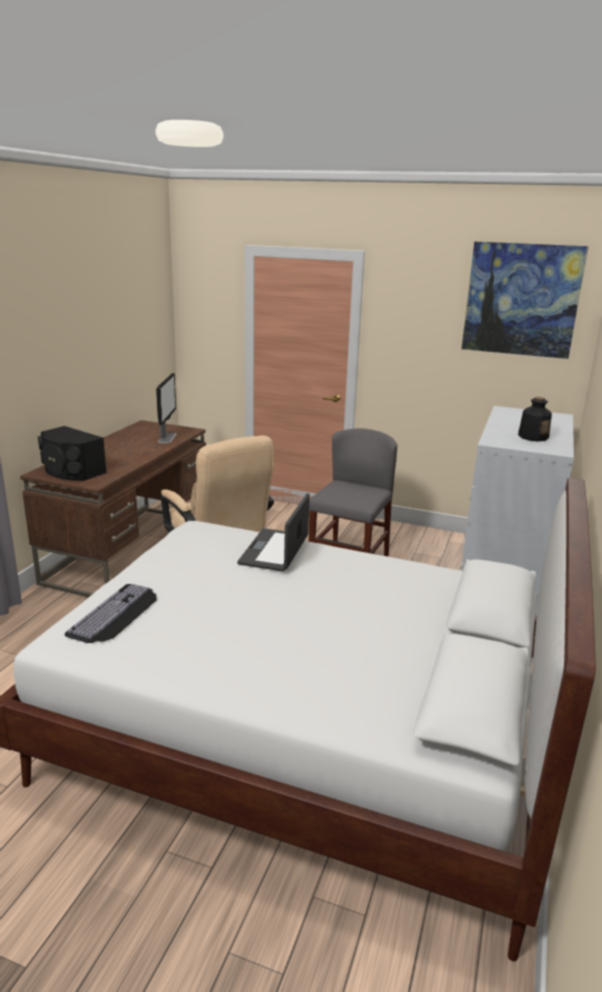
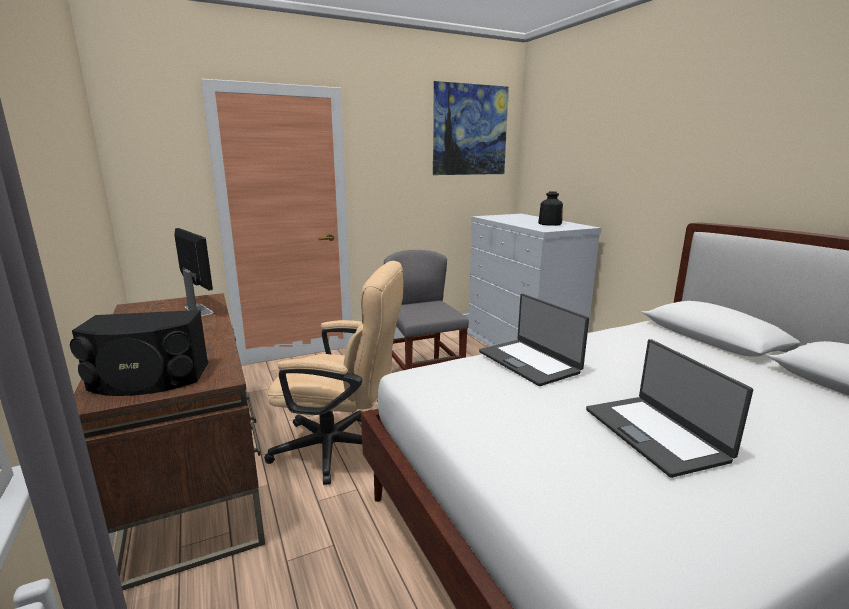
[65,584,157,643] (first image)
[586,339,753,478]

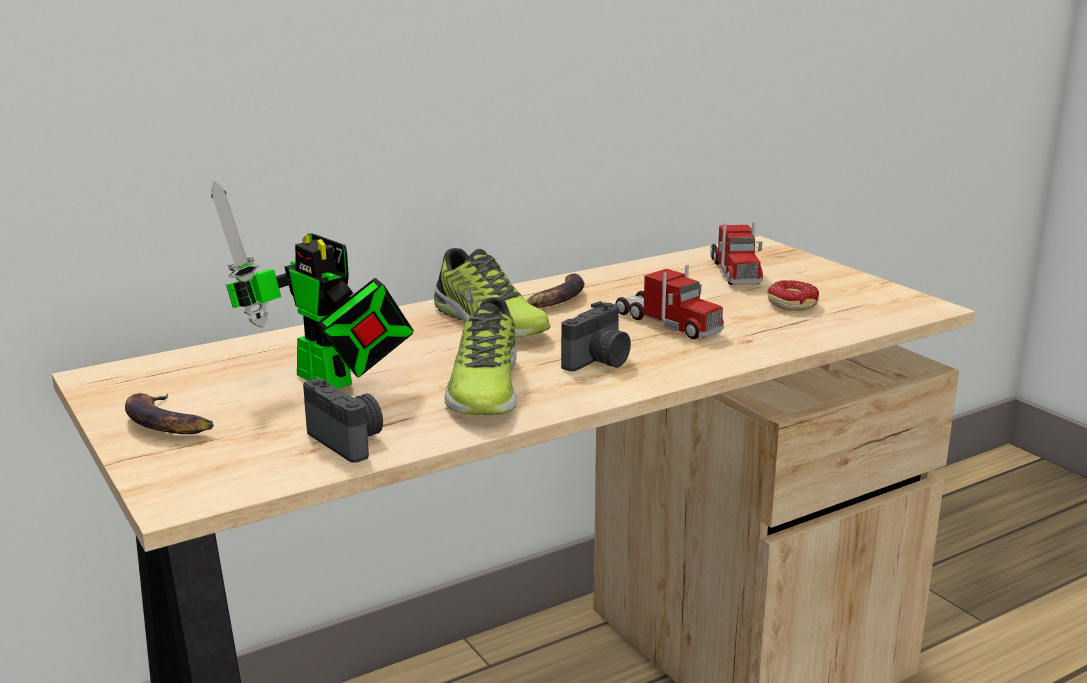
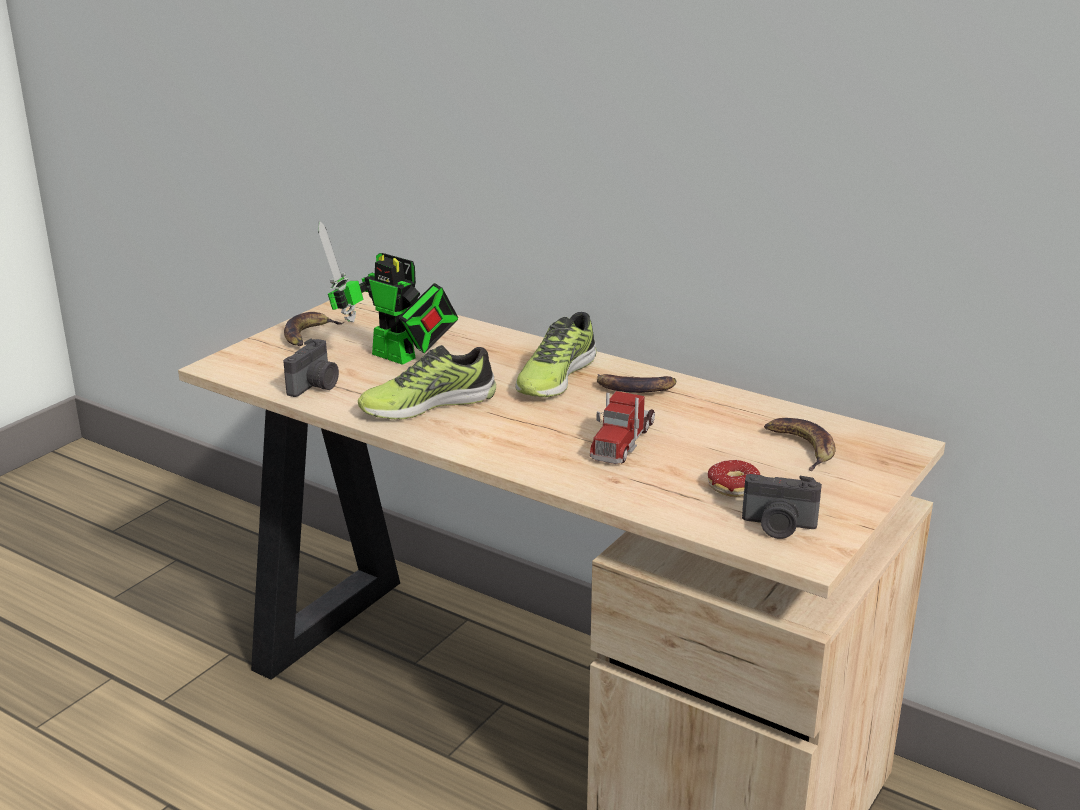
[318,221,458,365]
[742,474,822,539]
[764,418,835,471]

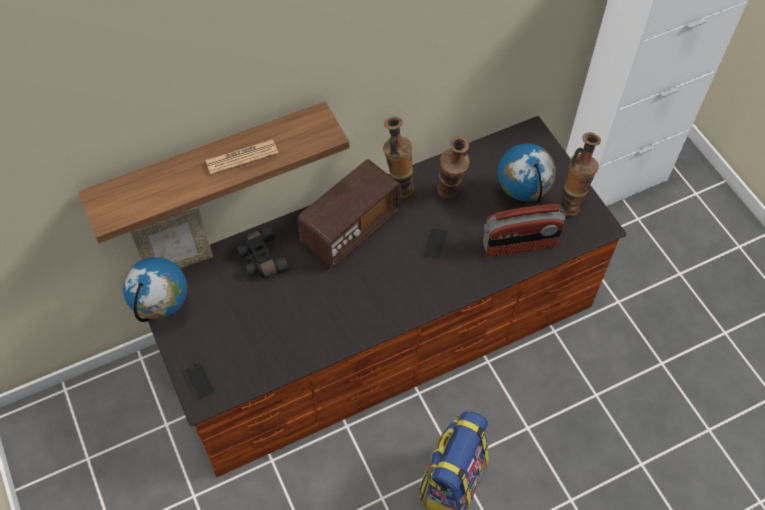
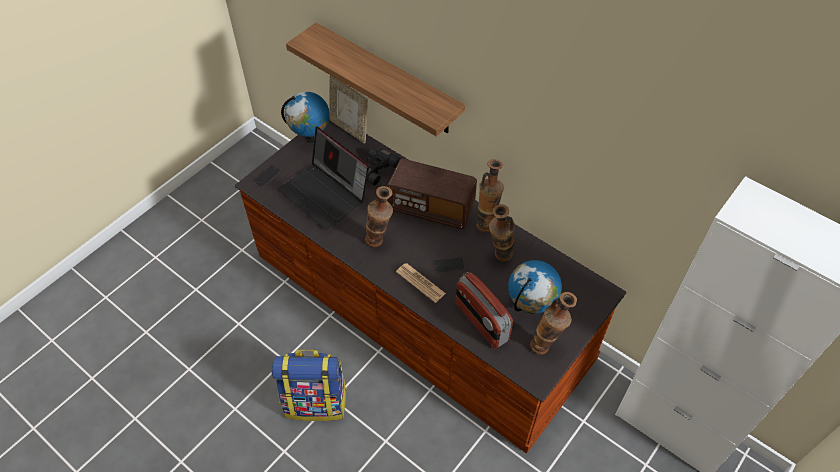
[396,263,446,303]
[277,126,369,231]
[365,186,393,247]

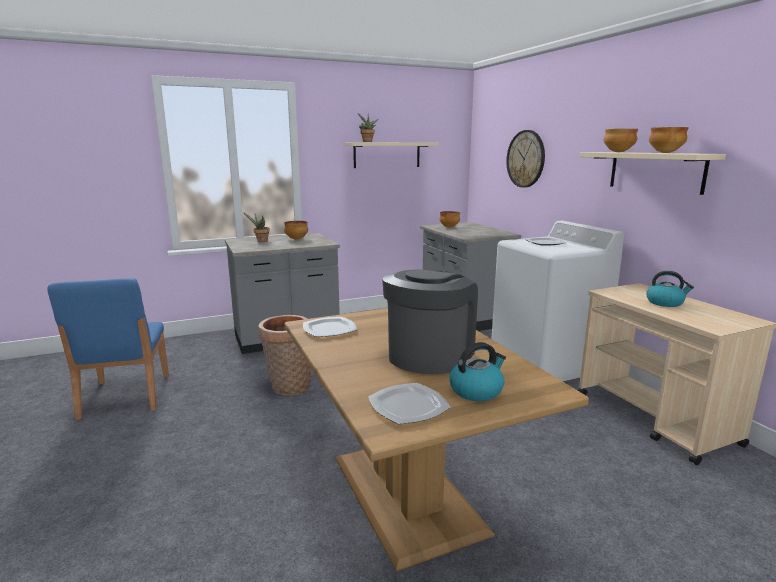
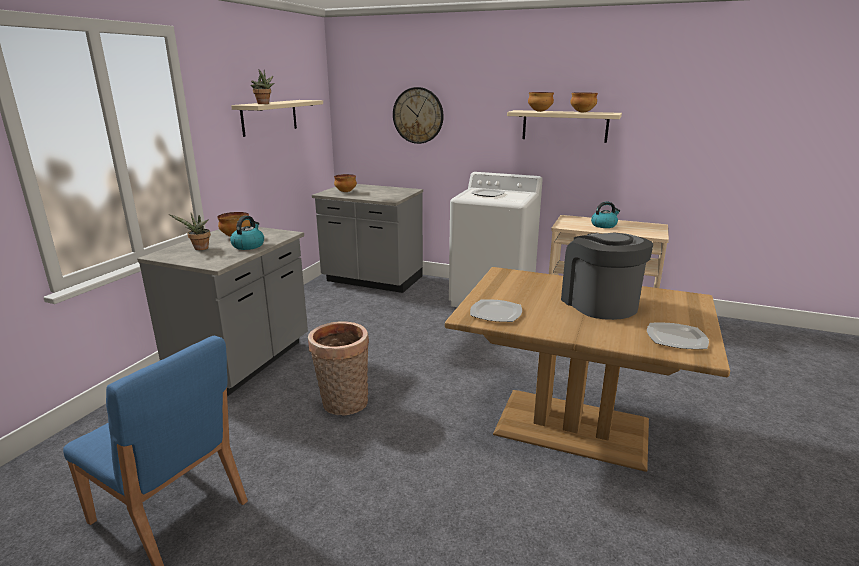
[230,216,264,250]

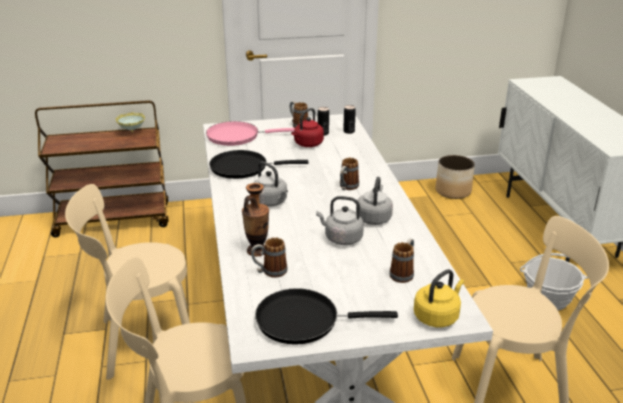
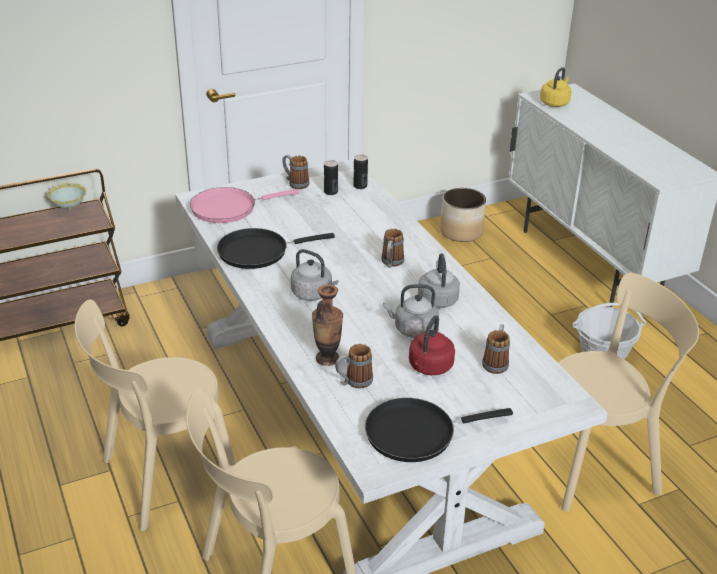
[409,315,455,375]
[540,67,572,107]

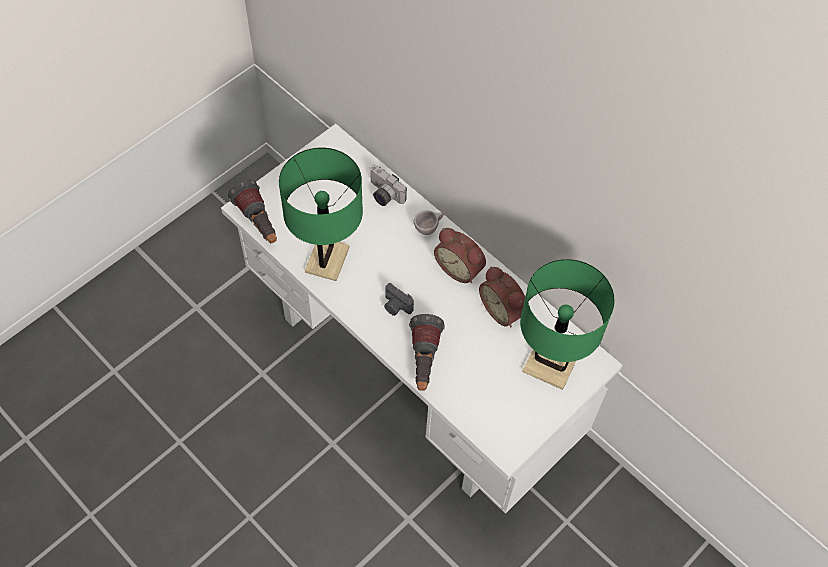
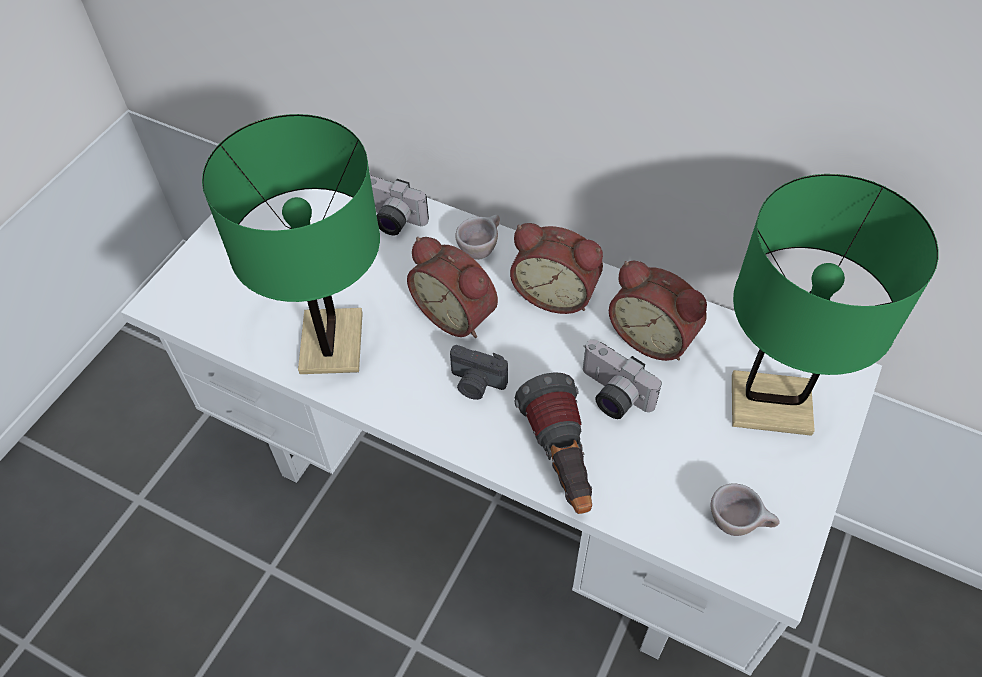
[228,179,277,243] (first image)
[407,237,498,338]
[583,339,662,419]
[710,483,780,536]

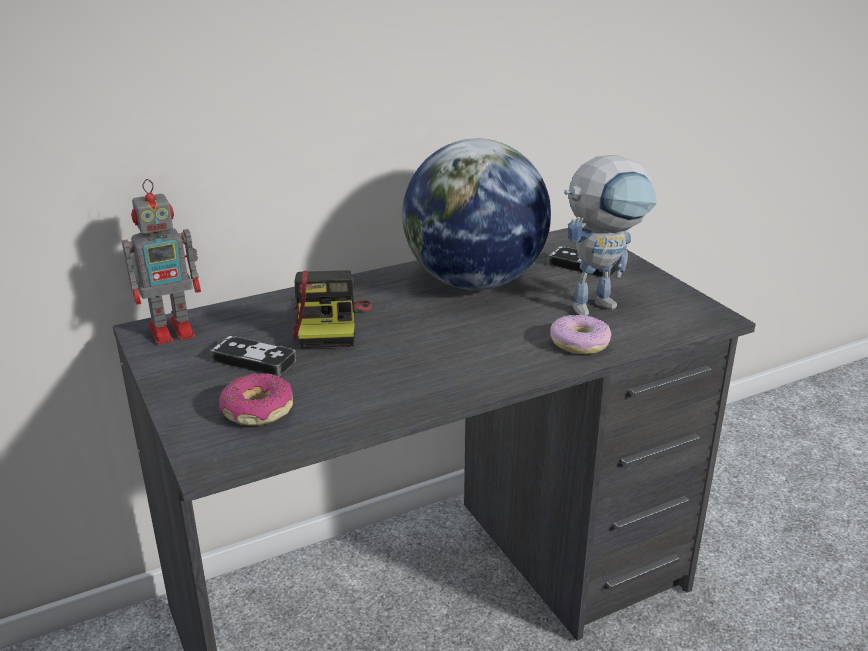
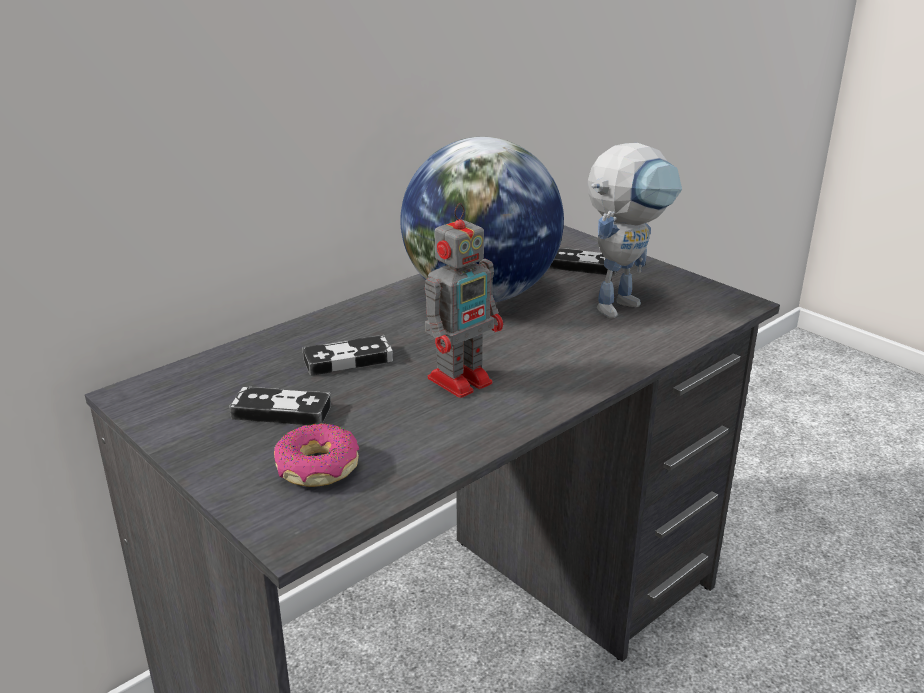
[425,203,503,398]
[302,334,393,376]
[550,315,611,354] (first image)

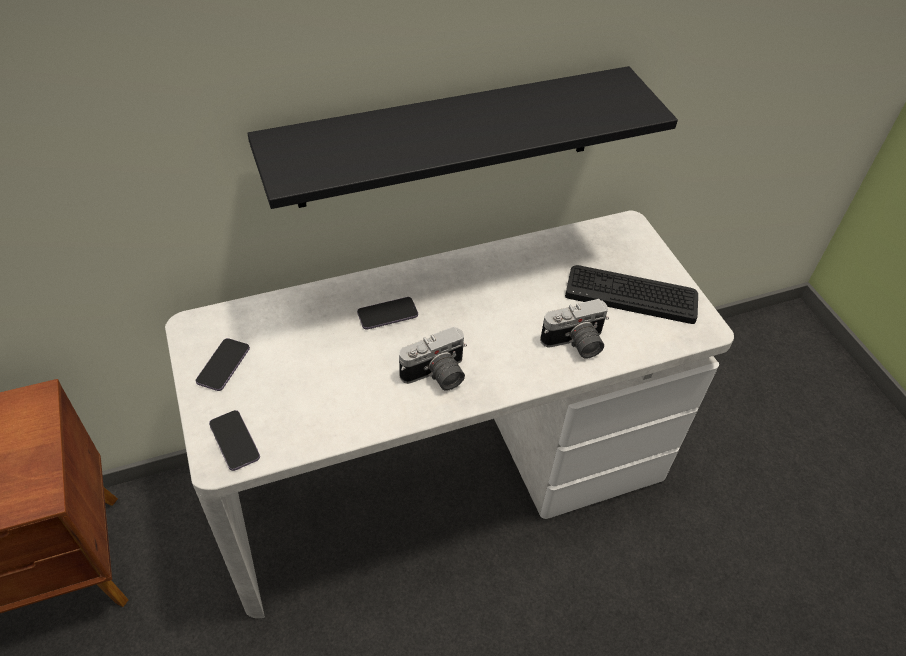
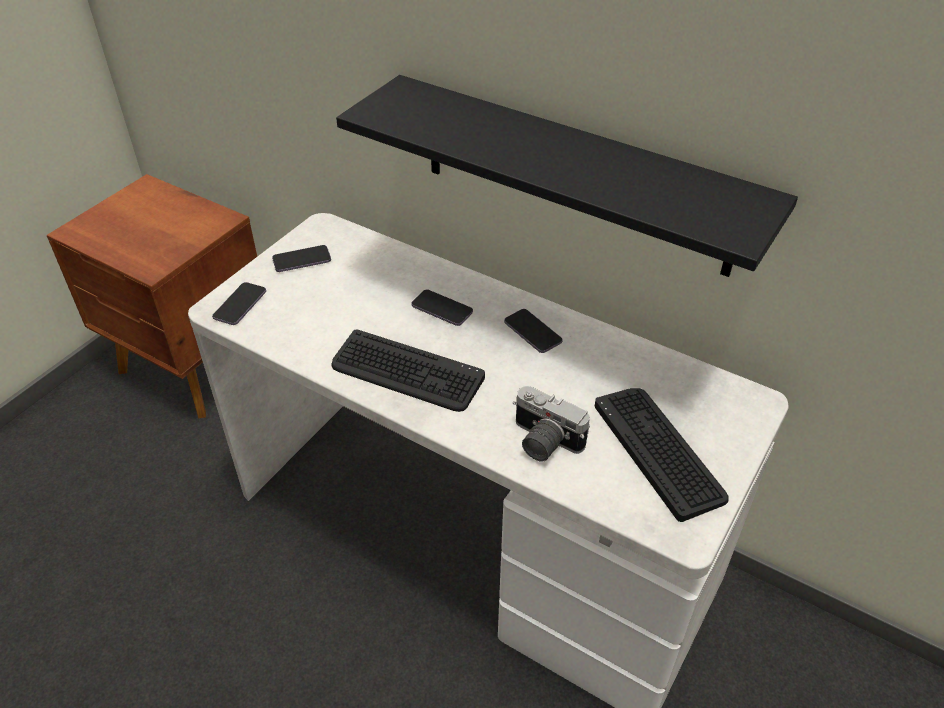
[331,329,485,412]
[504,309,563,353]

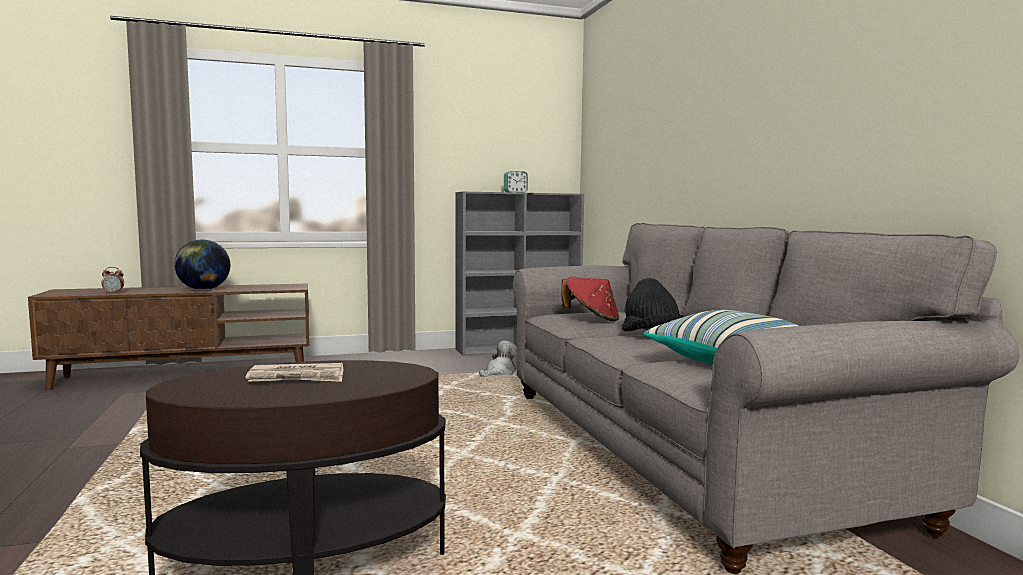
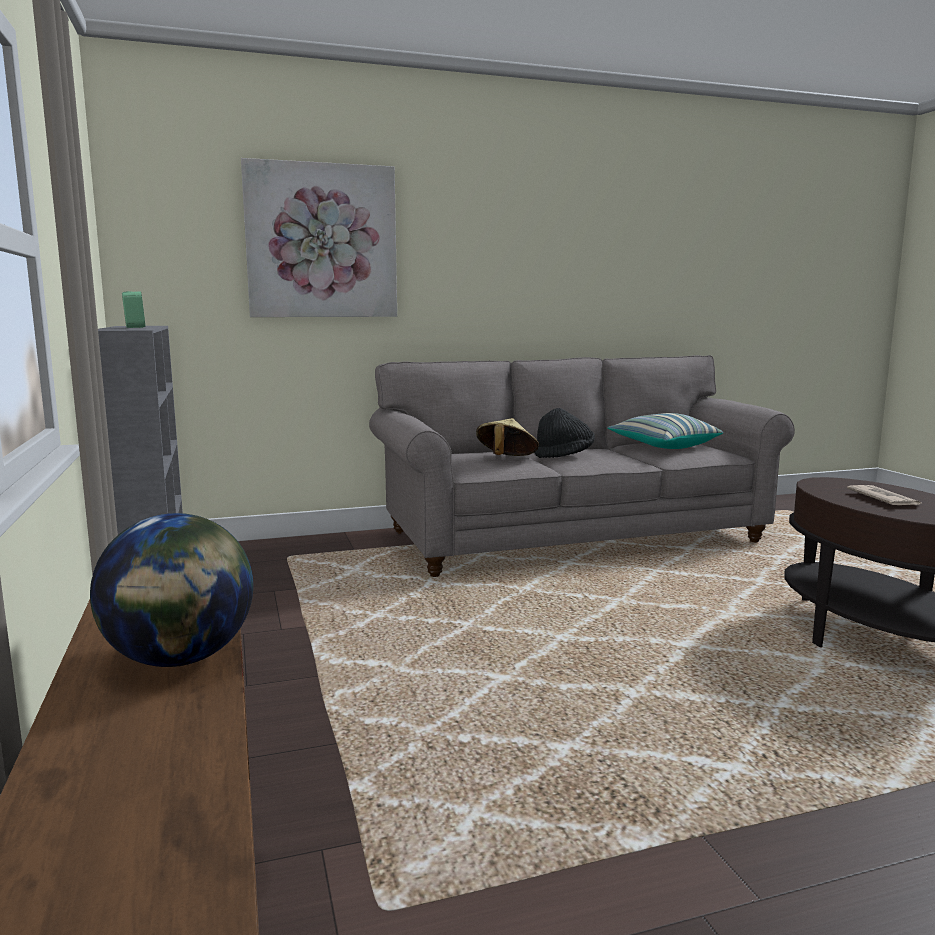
[101,267,124,294] (first image)
[479,341,517,377] (first image)
[476,418,539,456]
[241,158,397,317]

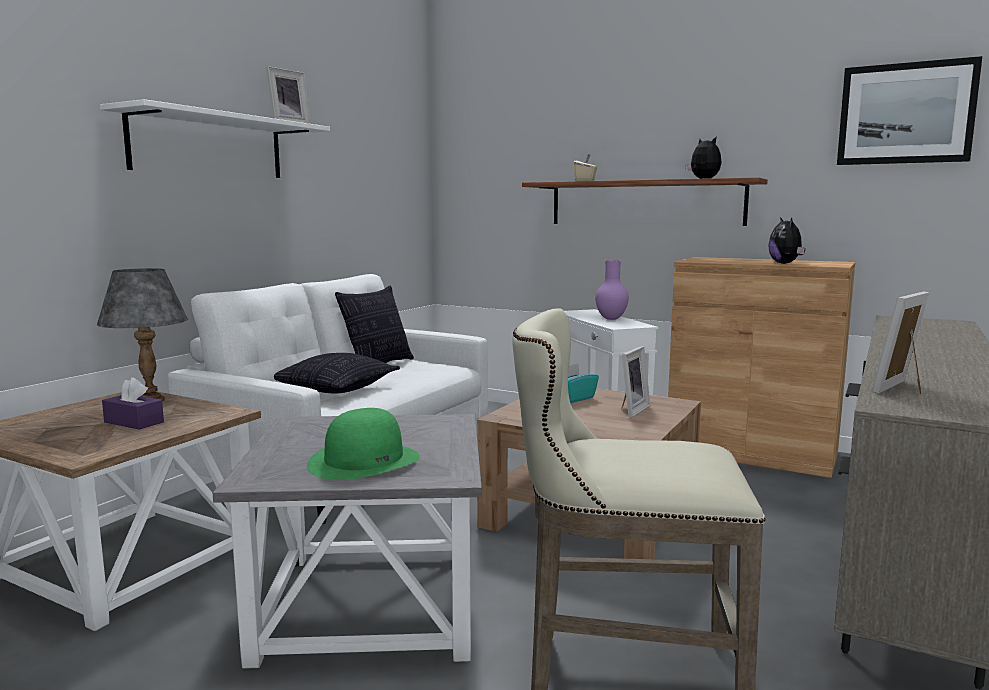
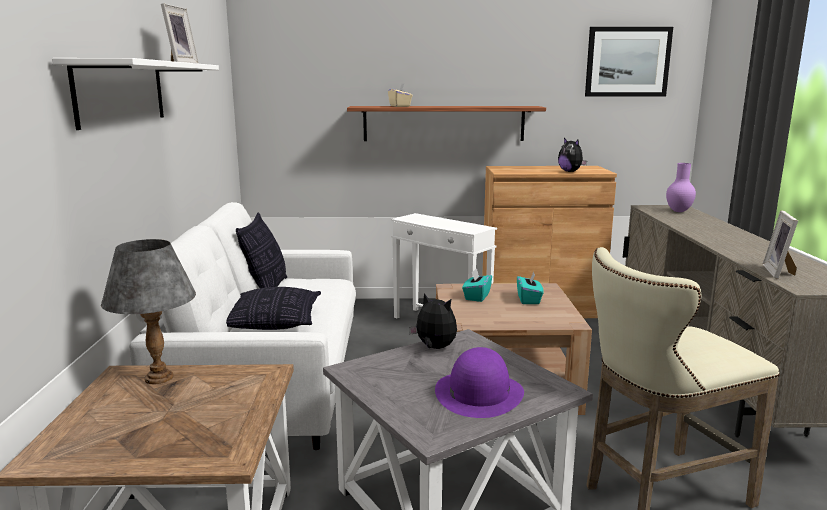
[102,377,164,430] (first image)
[435,347,524,418]
[666,163,696,212]
[517,272,544,304]
[409,293,457,349]

